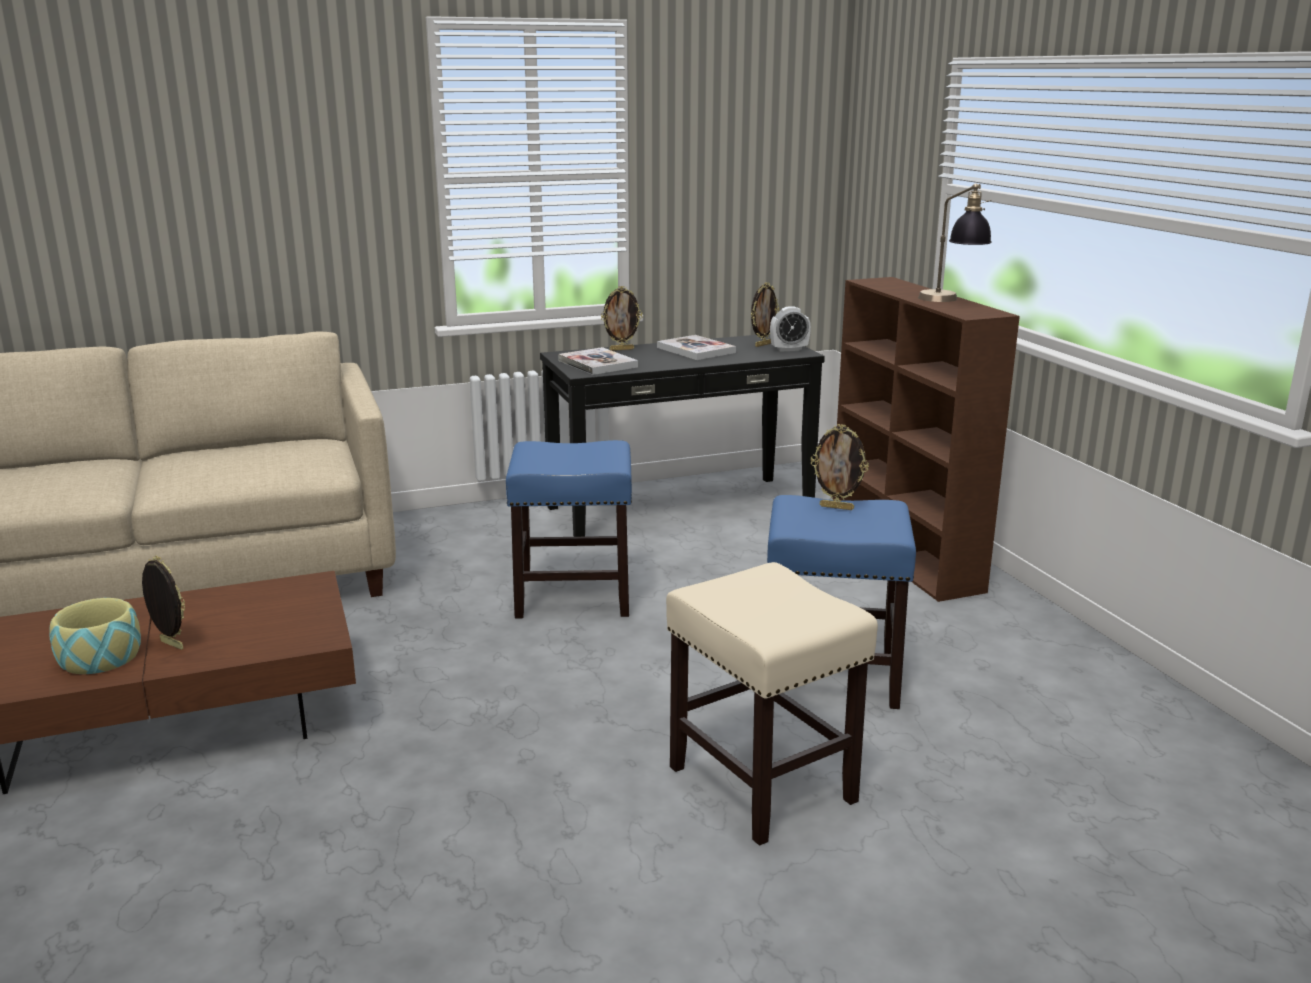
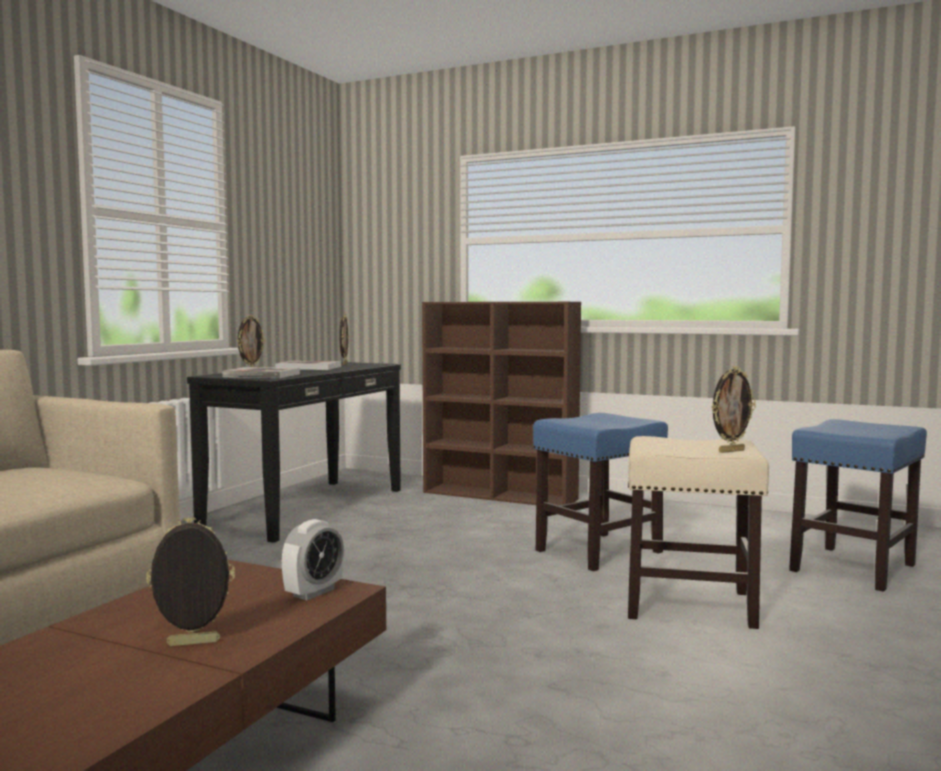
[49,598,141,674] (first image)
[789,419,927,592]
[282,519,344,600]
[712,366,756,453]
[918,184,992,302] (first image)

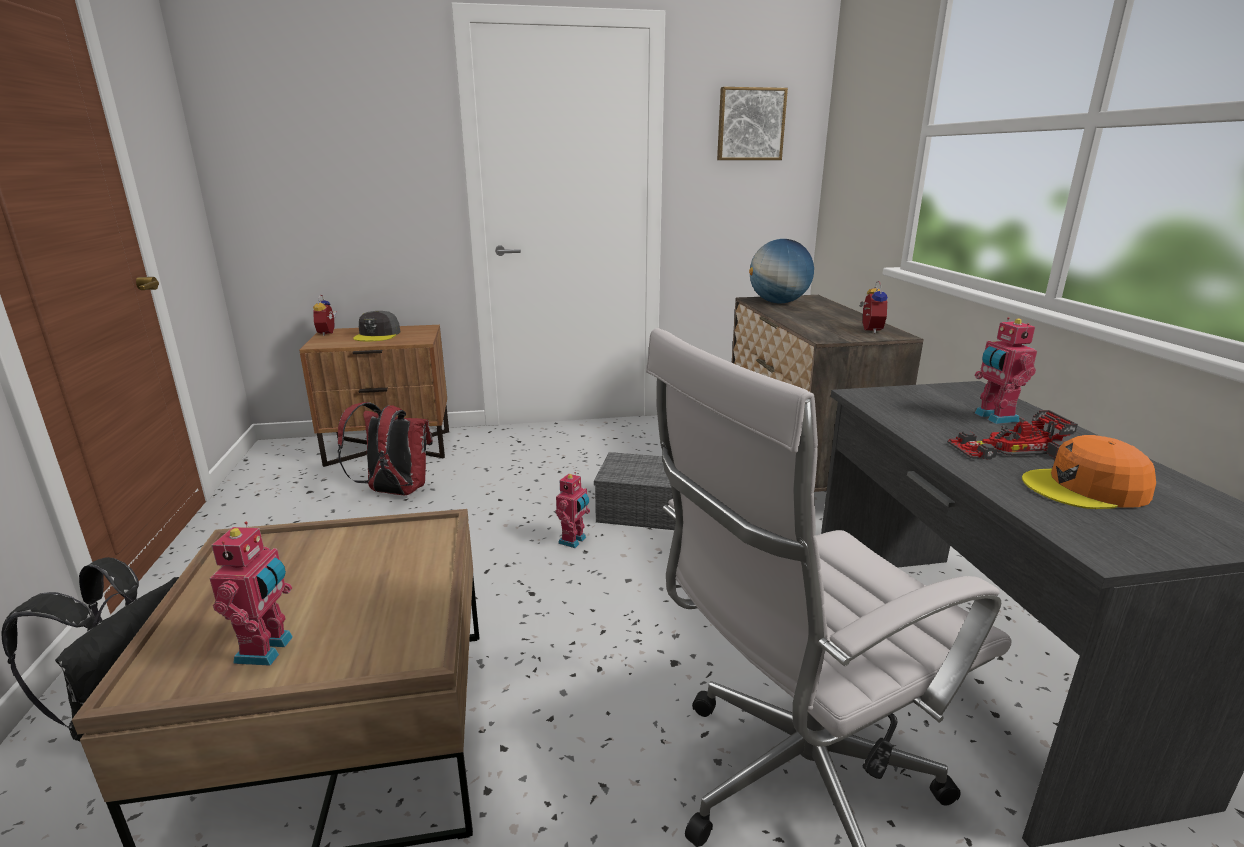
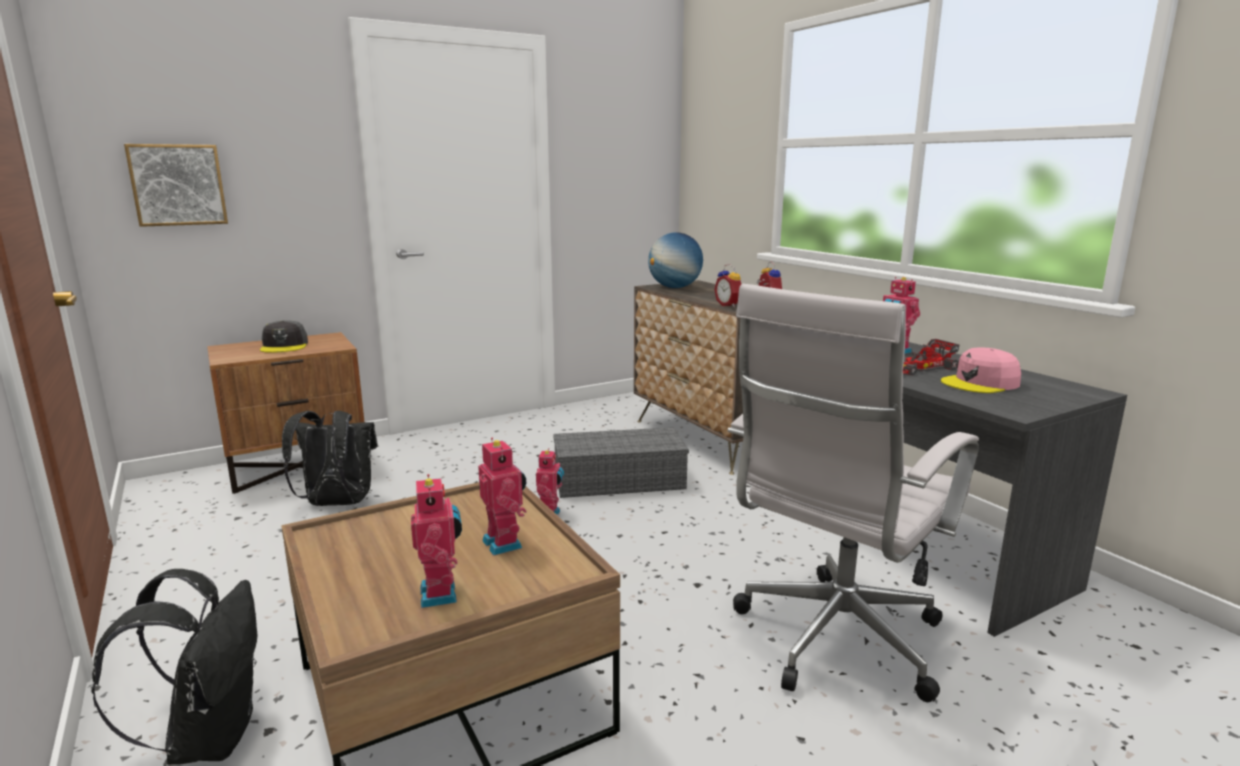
[714,264,741,308]
[282,411,378,506]
[124,144,228,227]
[941,348,1021,393]
[478,438,527,556]

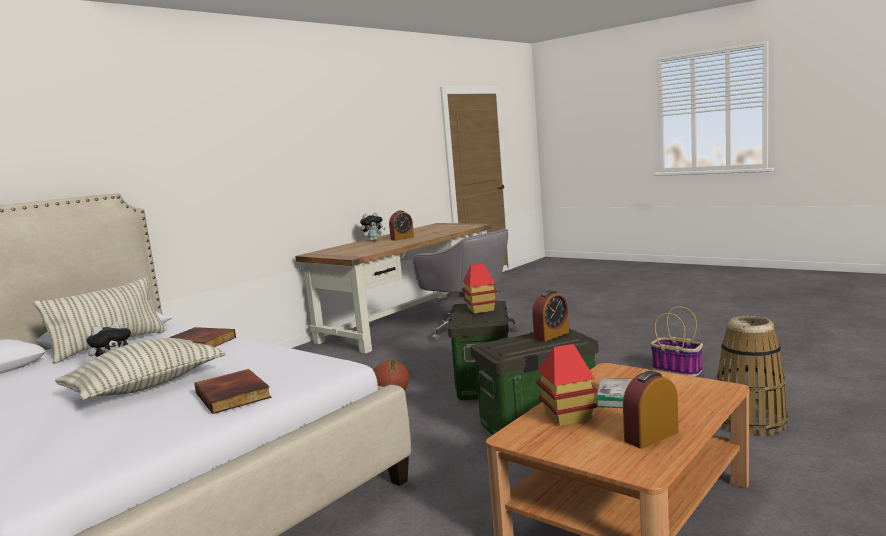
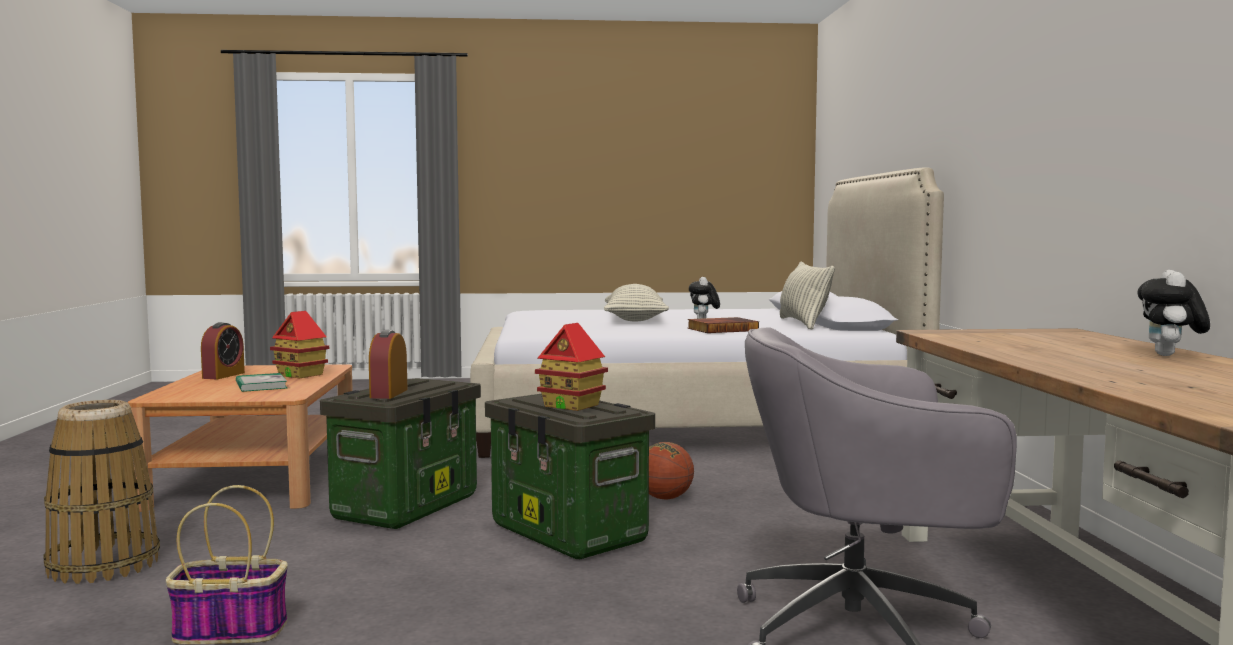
[194,369,271,414] (first image)
[389,211,414,241] (first image)

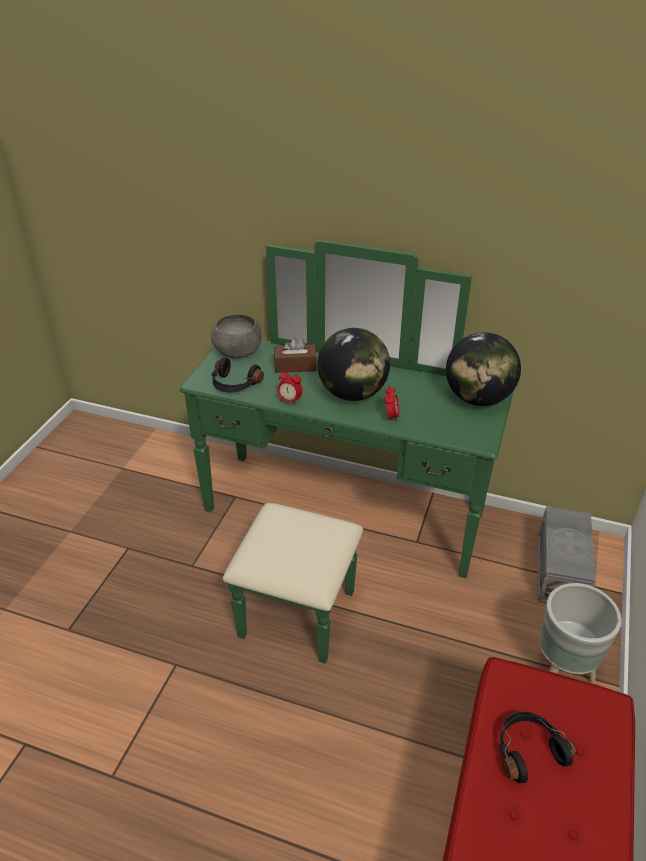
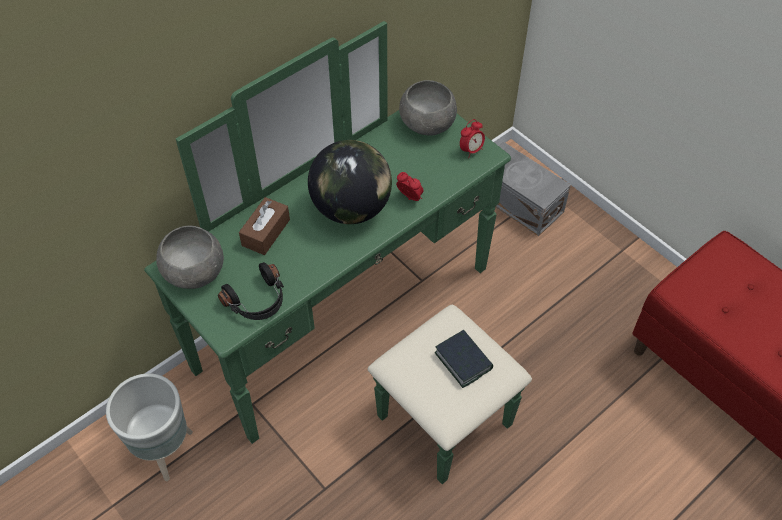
[460,119,485,158]
[399,80,457,136]
[499,711,577,783] (first image)
[106,373,193,481]
[435,330,493,388]

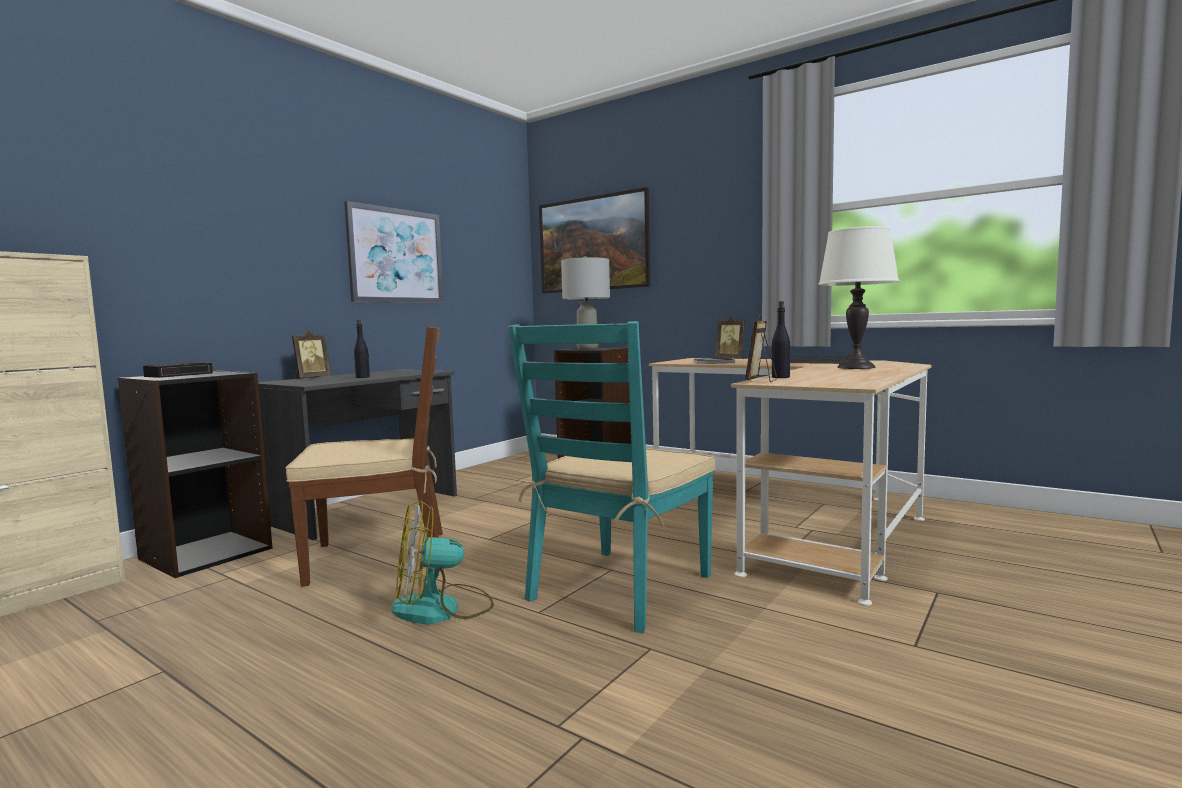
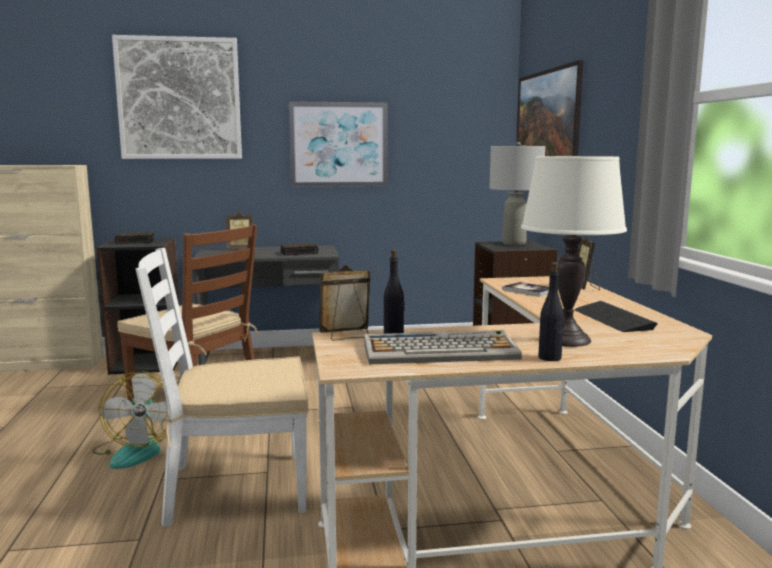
[538,262,564,361]
[92,371,168,469]
[136,247,309,527]
[112,35,242,159]
[281,244,319,255]
[364,330,522,365]

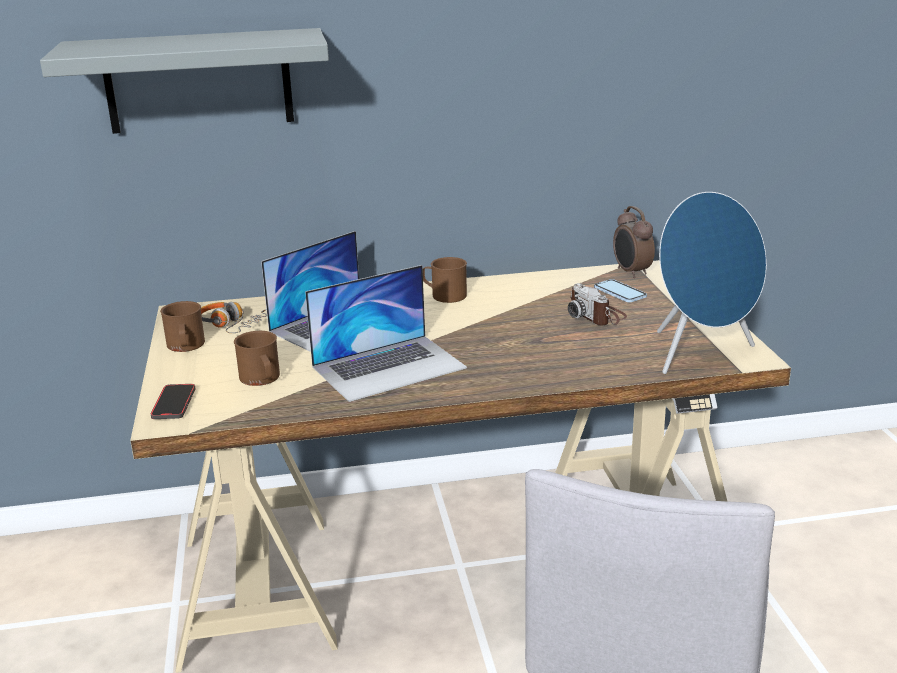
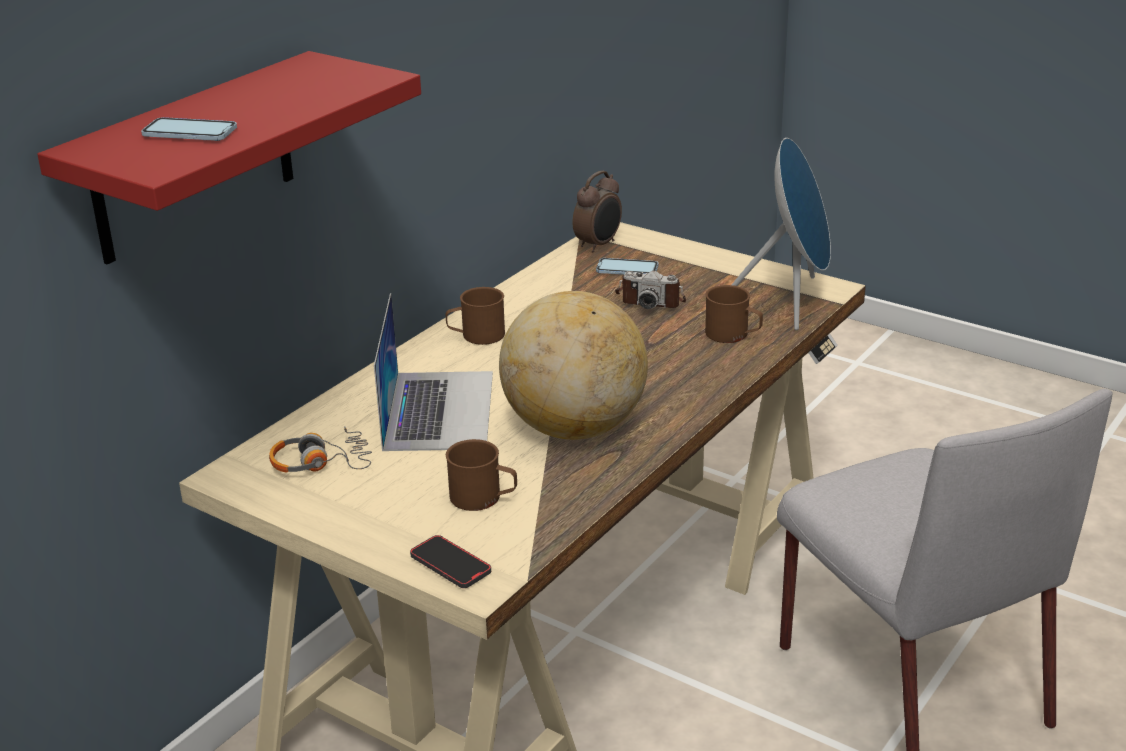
[37,51,421,265]
[705,285,763,343]
[499,291,648,440]
[573,171,622,252]
[141,117,237,141]

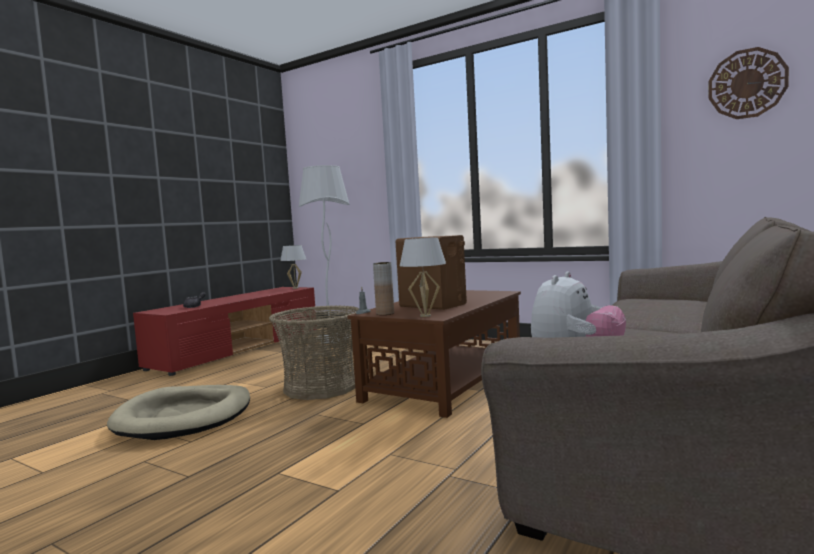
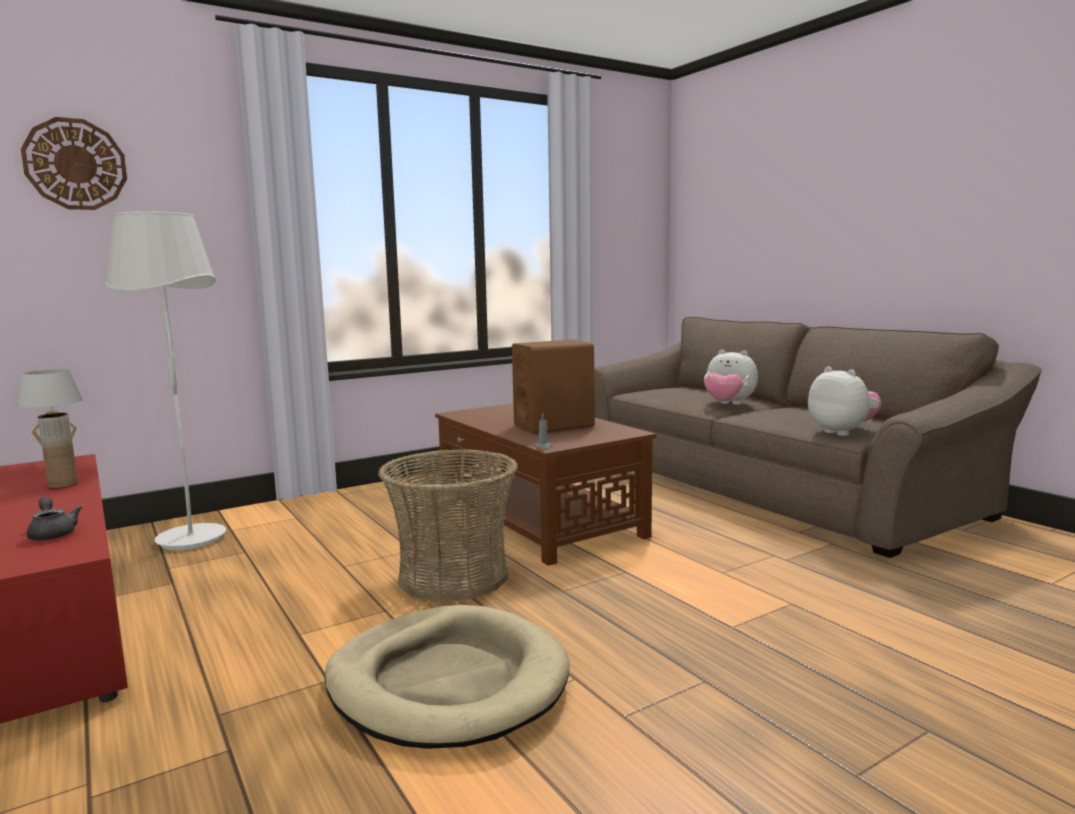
[38,413,78,489]
[400,237,446,317] (first image)
[21,117,127,210]
[704,350,758,405]

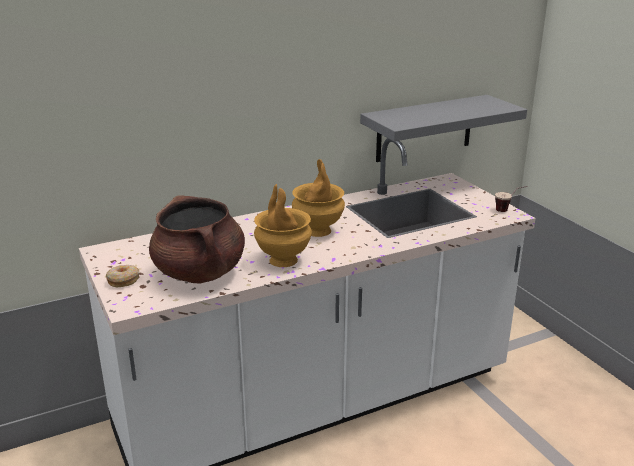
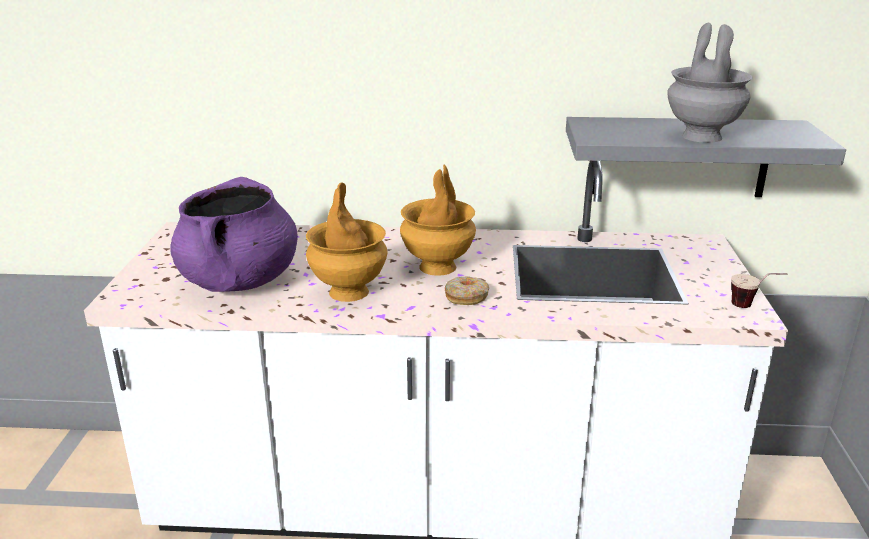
[445,276,489,305]
[171,177,298,292]
[667,23,753,143]

